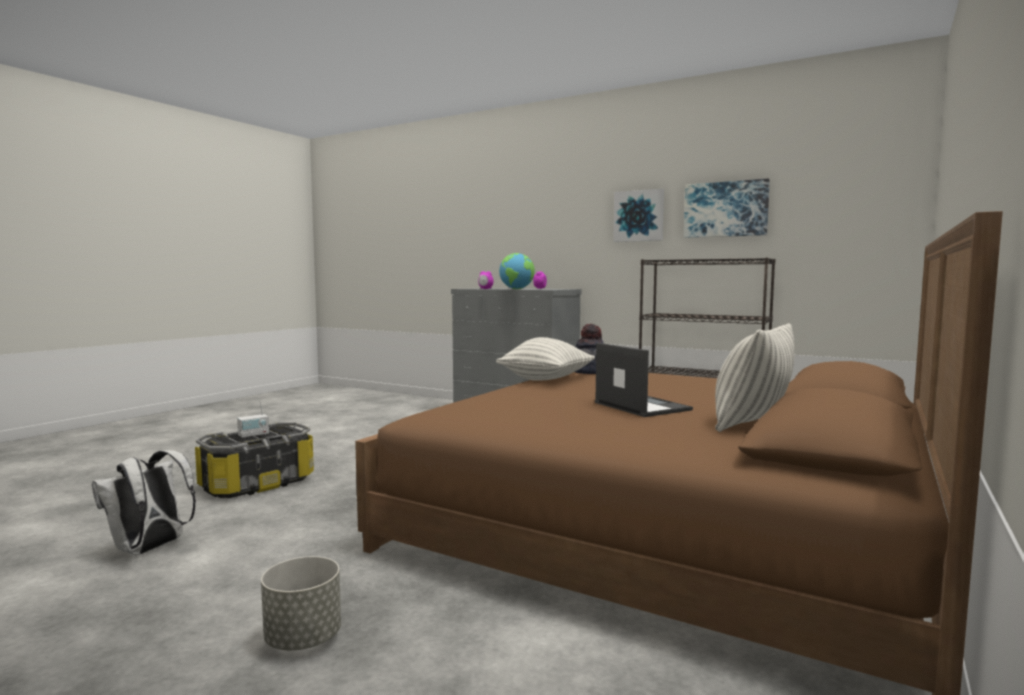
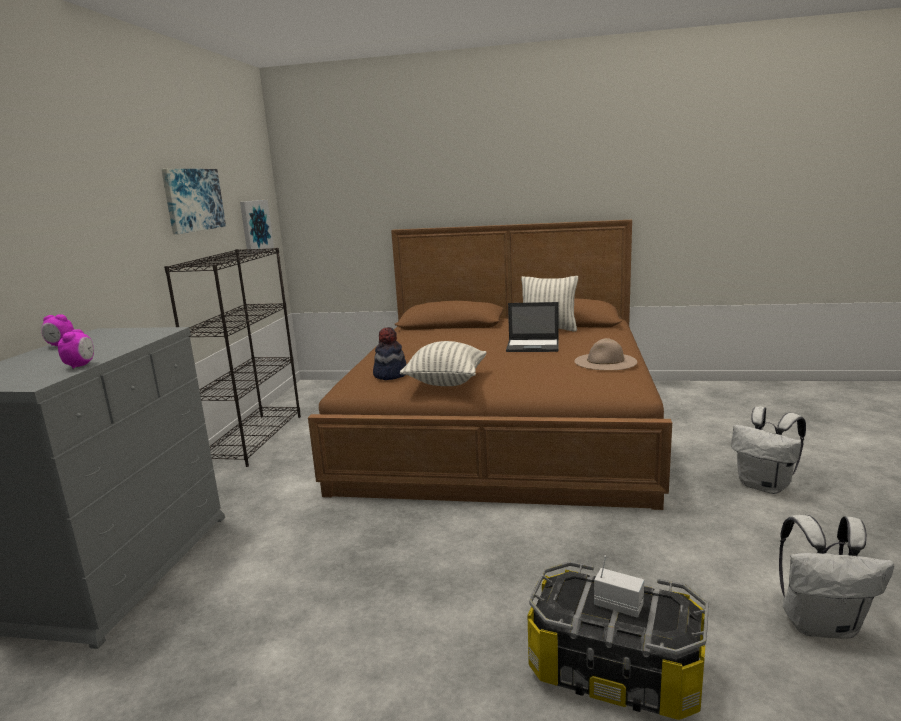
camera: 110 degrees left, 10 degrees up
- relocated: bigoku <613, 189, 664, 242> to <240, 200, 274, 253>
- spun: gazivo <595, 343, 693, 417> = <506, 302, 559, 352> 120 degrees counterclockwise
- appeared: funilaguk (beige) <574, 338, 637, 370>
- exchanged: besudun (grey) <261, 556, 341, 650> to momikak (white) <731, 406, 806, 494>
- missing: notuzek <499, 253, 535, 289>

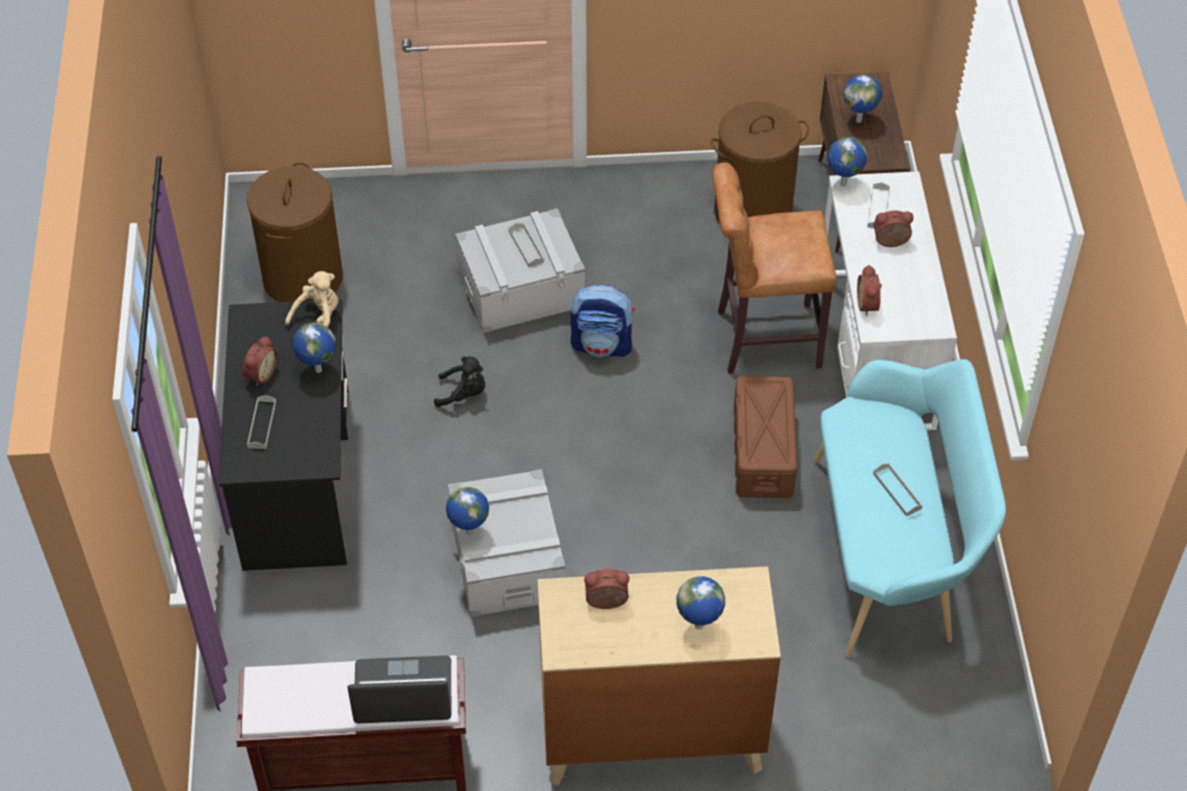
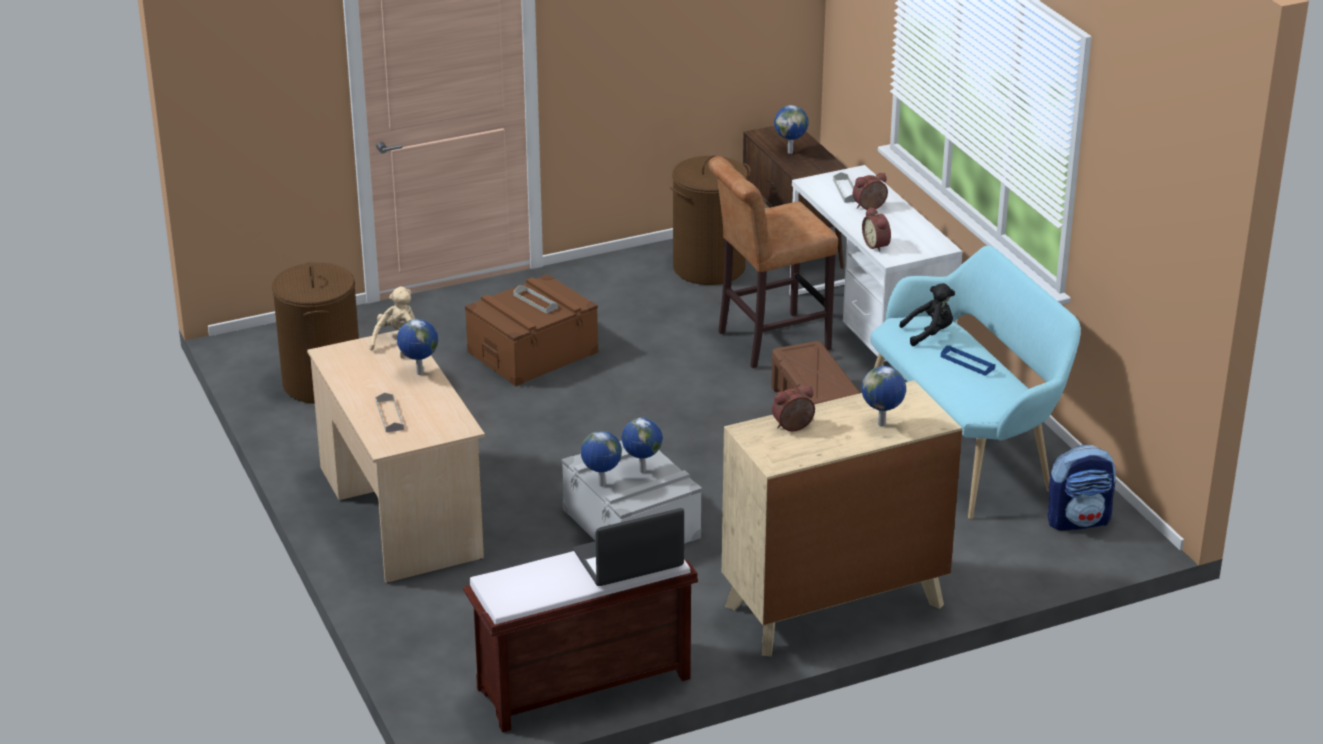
camera: 20 degrees left, 20 degrees down
- colour: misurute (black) <219, 299, 349, 571> to misurute (beige) <307, 330, 485, 583>
- colour: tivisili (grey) <455, 208, 585, 333> to tivisili (brown) <465, 274, 598, 387>
- relocated: notuzek <827, 137, 867, 187> to <622, 417, 663, 473>
- relocated: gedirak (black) <434, 356, 485, 407> to <899, 283, 955, 346>
- colour: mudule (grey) <873, 463, 923, 516> to mudule (blue) <941, 346, 995, 376>
- relocated: momikak <570, 285, 635, 357> to <1048, 445, 1116, 531>
- missing: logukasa <242, 336, 278, 387>

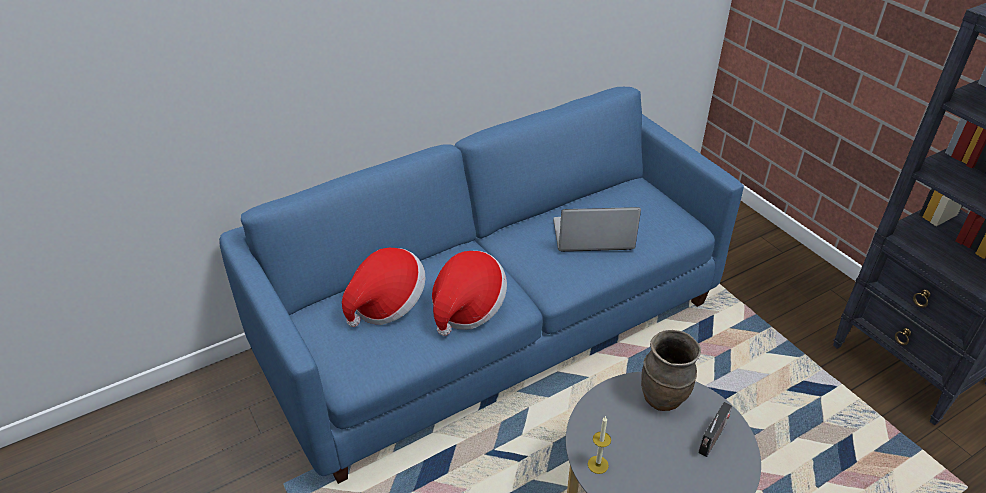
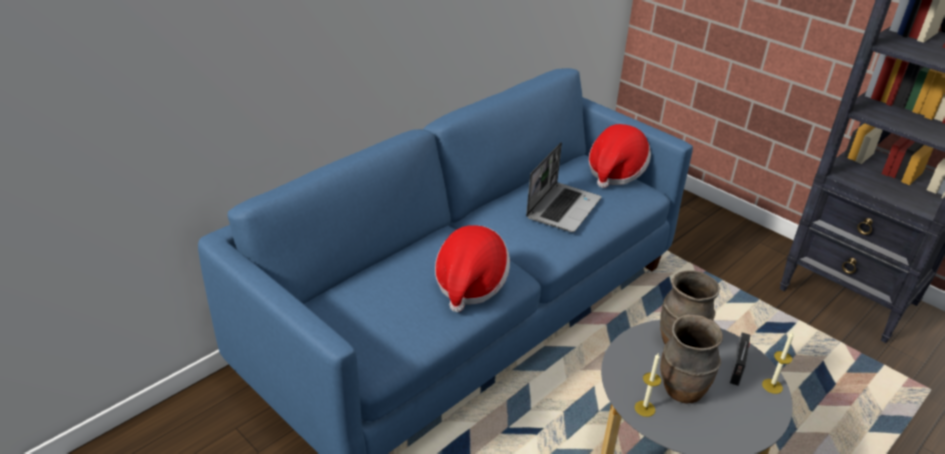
camera: 15 degrees left, 5 degrees down
- spun: gazivo <553, 207, 641, 252> = <526, 142, 601, 232> 135 degrees clockwise
- relocated: funilaguk <342, 248, 425, 327> to <589, 124, 651, 188>
- appeared: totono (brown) <660, 314, 723, 404>
- appeared: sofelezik <762, 332, 794, 394>

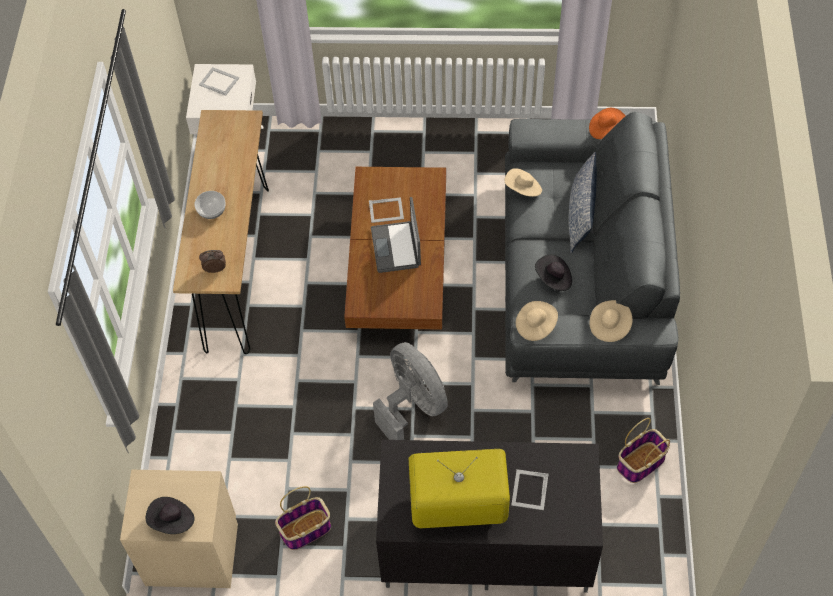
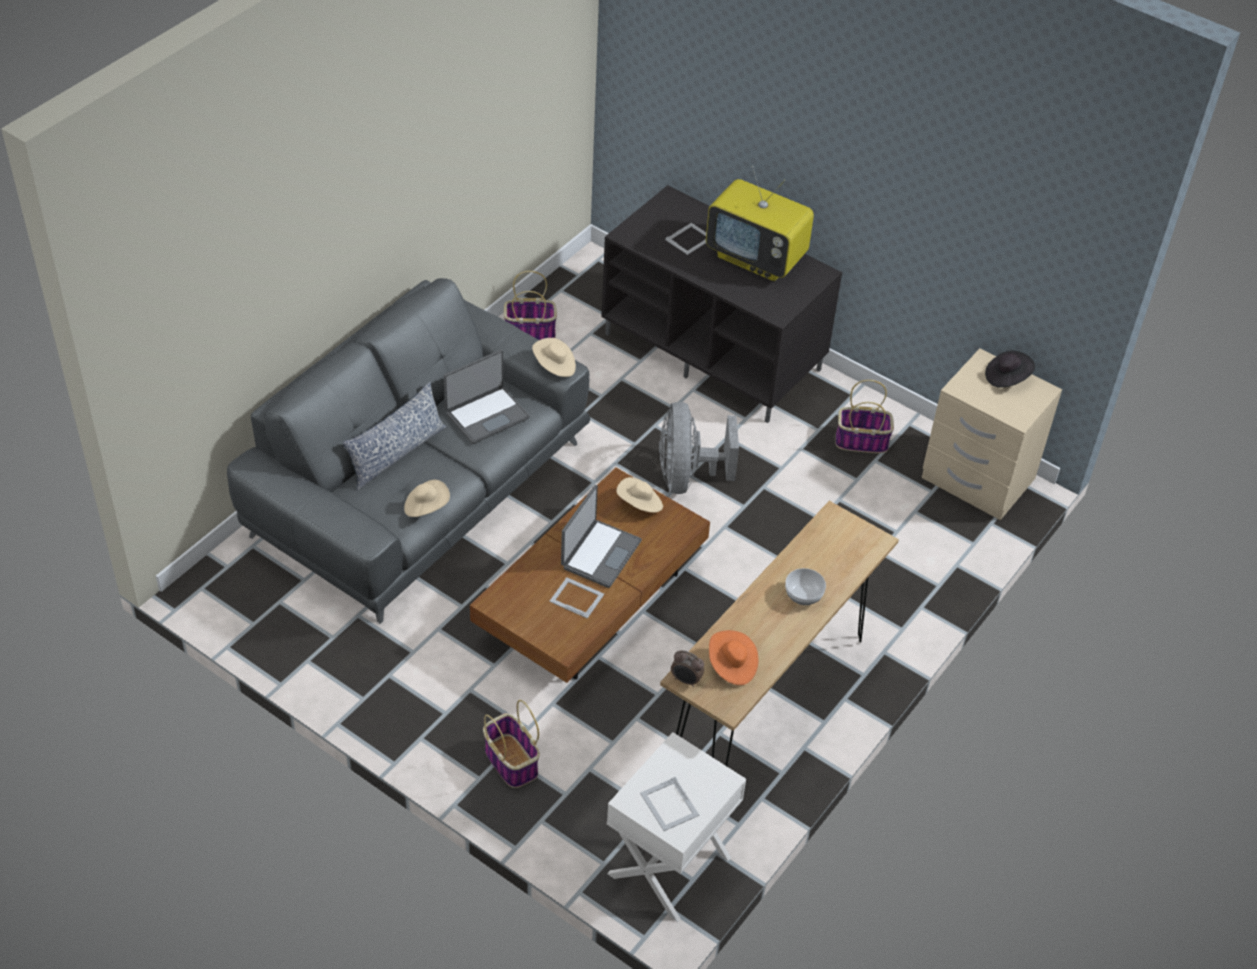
camera: 150 degrees left, 10 degrees down
- exchanged: funilaguk (black) <535, 254, 572, 291> to gazivo <444, 350, 530, 444>
- appeared: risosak <483, 700, 540, 788>
- relocated: funilaguk (beige) <590, 300, 633, 342> to <616, 477, 663, 513>
- relocated: logukasa <199, 250, 226, 273> to <671, 650, 704, 687>
- relocated: funilaguk (orange) <589, 108, 626, 139> to <709, 630, 758, 685>

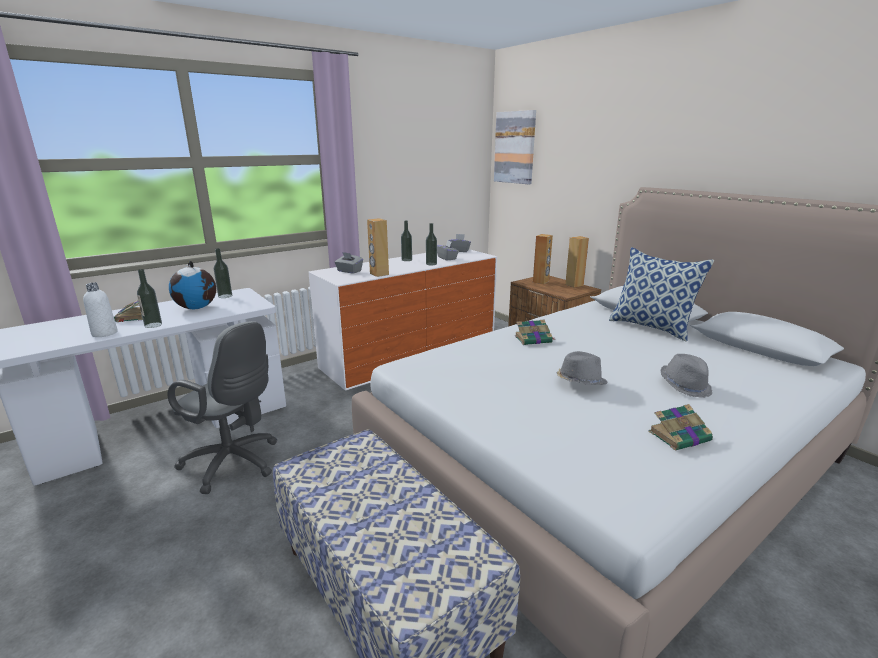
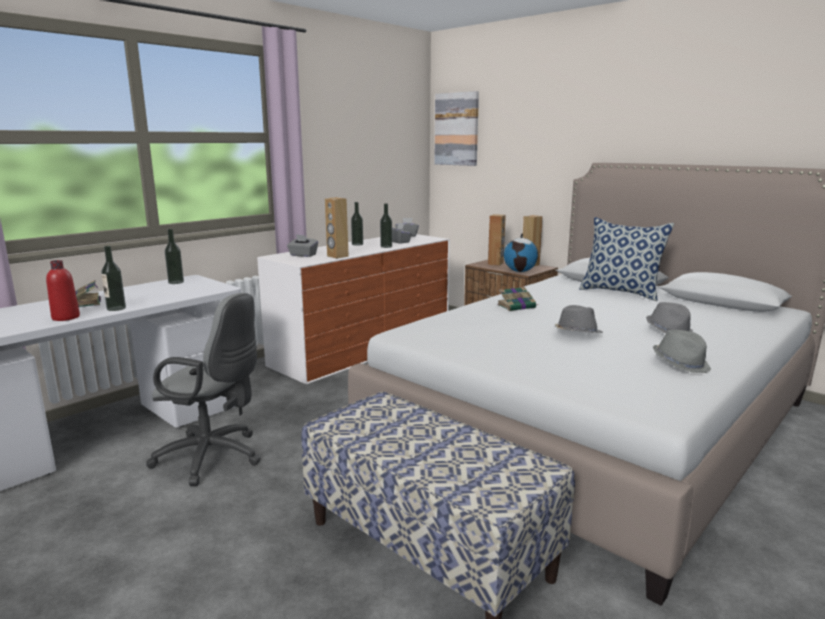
camera: 10 degrees left, 5 degrees down
- colour: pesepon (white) <83, 283, 117, 337> to pesepon (red) <46, 260, 80, 321>
- relocated: notuzek <169, 261, 216, 309> to <504, 233, 538, 272>
- exchanged: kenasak <648, 404, 713, 451> to funilaguk (grey) <653, 330, 711, 373>

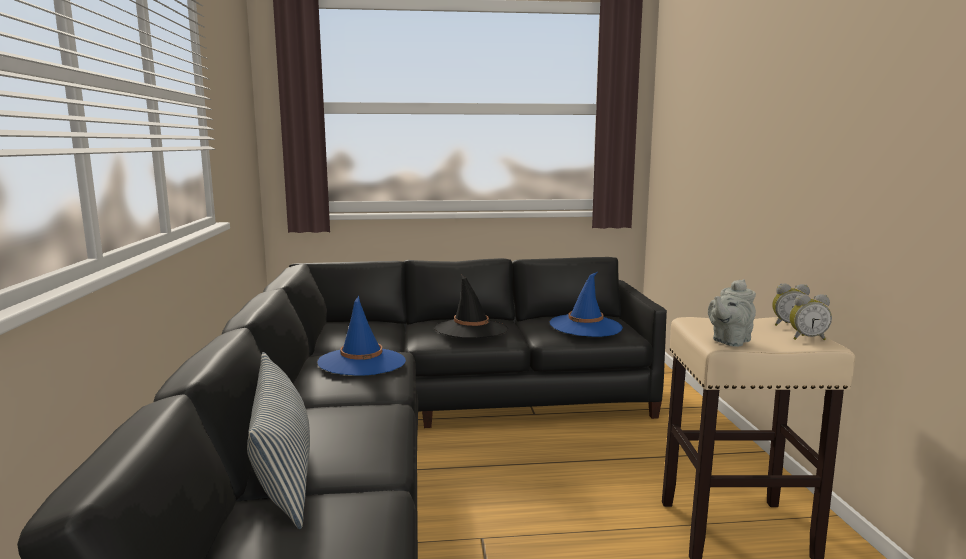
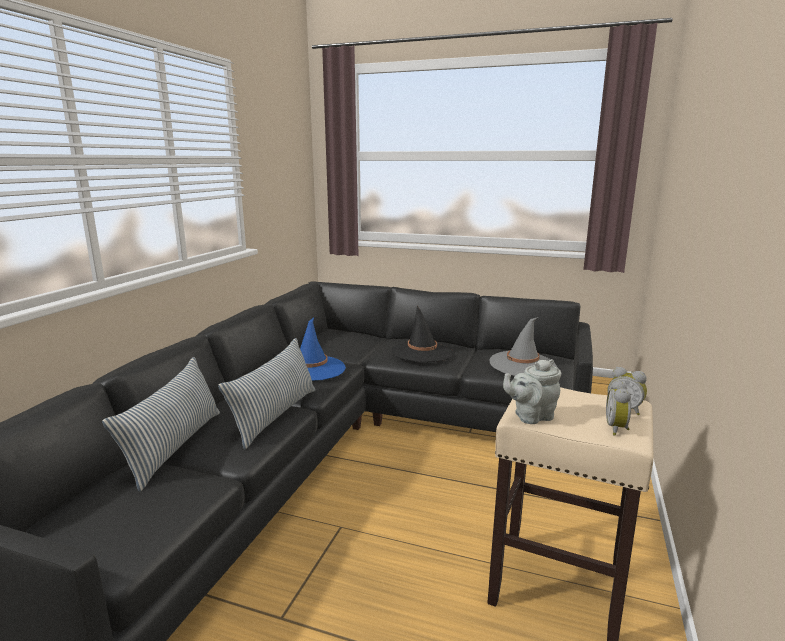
camera: 25 degrees right, 5 degrees up
- appeared: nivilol <218, 338, 315, 449>
- colour: funilaguk (blue) <550, 272, 623, 337> to funilaguk (grey) <490, 317, 557, 376>
- spun: logukasa <789, 294, 832, 340> = <606, 380, 631, 436> 75 degrees clockwise

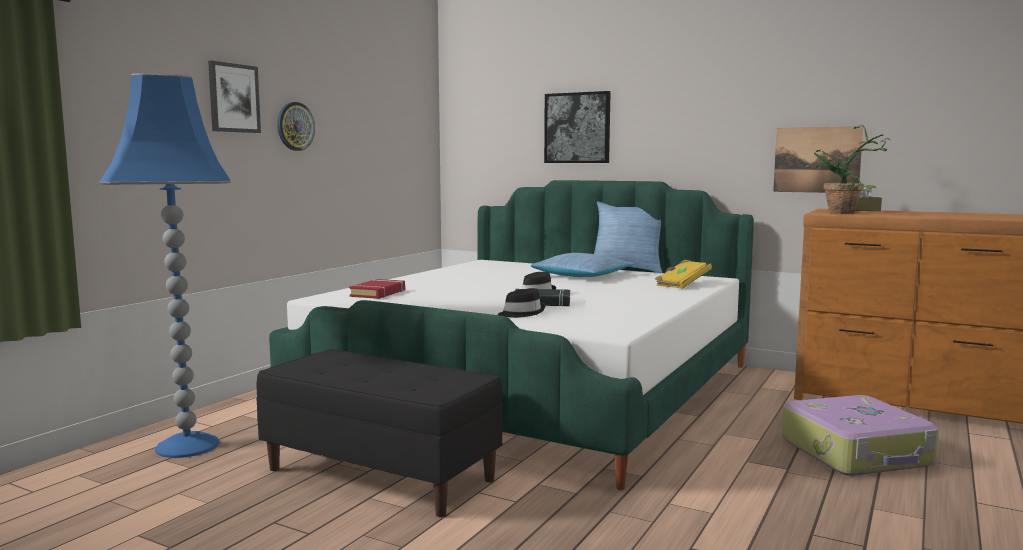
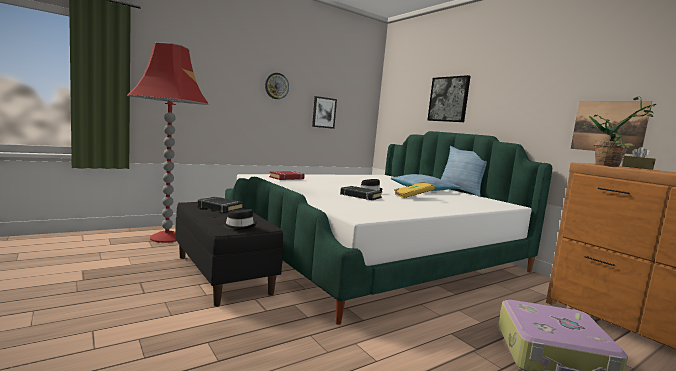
camera: 25 degrees right, 0 degrees up
- colour: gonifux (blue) <99, 73, 231, 458> to gonifux (red) <127, 42, 209, 243>
- appeared: kenasak (black) <198, 197, 244, 213>
- relocated: funilaguk (black) <498, 288, 546, 318> to <221, 209, 257, 230>
- relocated: bigoku <208, 61, 261, 133> to <312, 96, 337, 129>
- relocated: kenasak (yellow) <655, 260, 712, 289> to <394, 181, 435, 198>

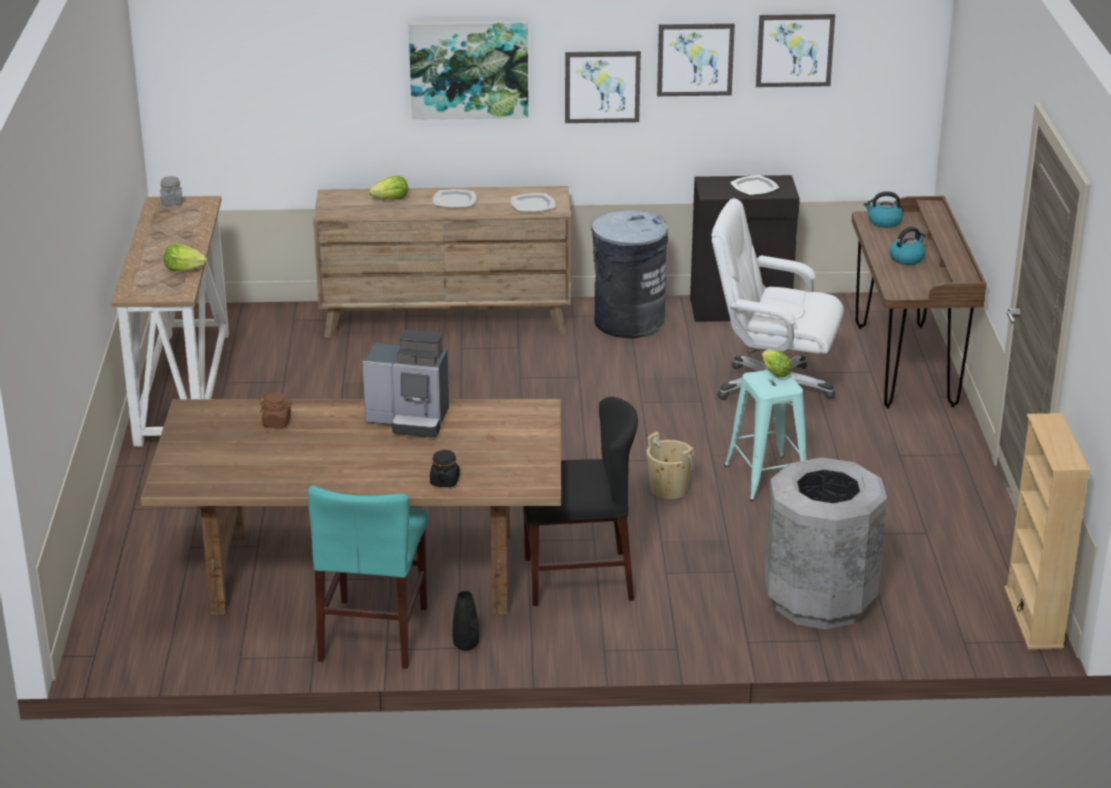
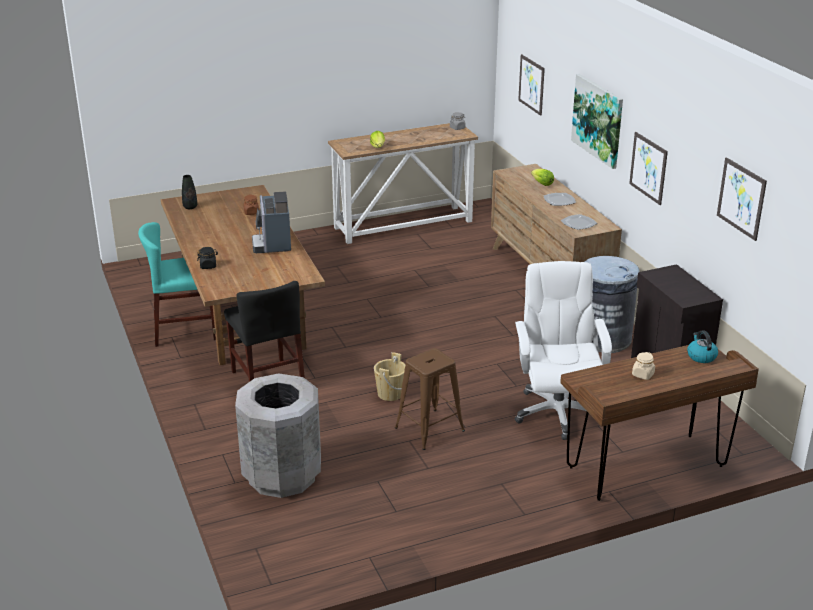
camera: 70 degrees right, 0 degrees up
- relocated: totono (black) <453, 591, 479, 651> to <182, 175, 197, 209>
- colour: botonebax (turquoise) <724, 370, 807, 501> to botonebax (brown) <395, 348, 465, 450>
- relocated: bigoku <657, 23, 735, 96> to <518, 54, 545, 116>
- exchanged: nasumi <889, 227, 926, 265> to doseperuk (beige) <632, 352, 655, 380>
- missing: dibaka <730, 175, 779, 195>
- missing: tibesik <762, 350, 792, 378>
- missing: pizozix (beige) <1004, 413, 1090, 649>

